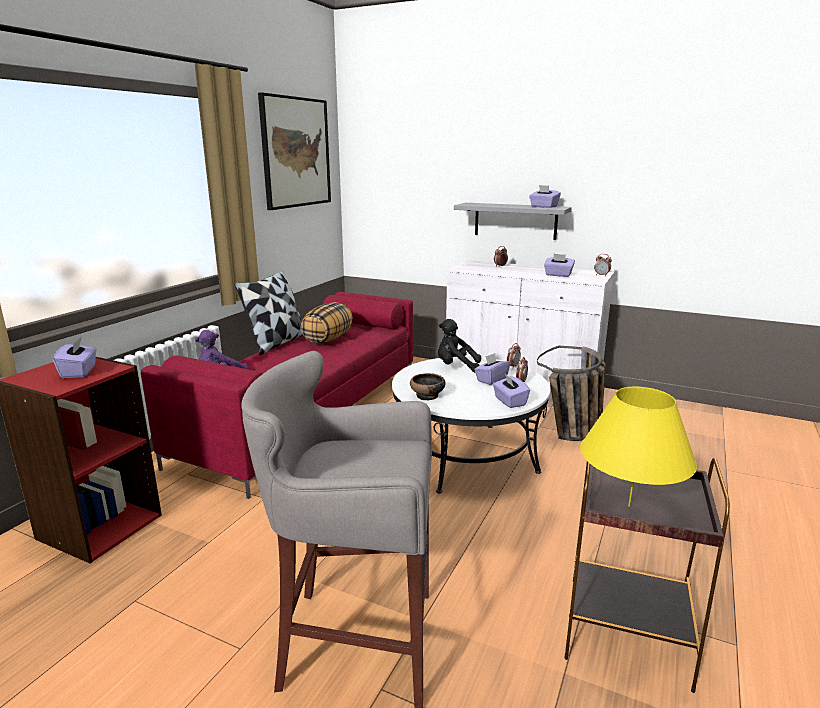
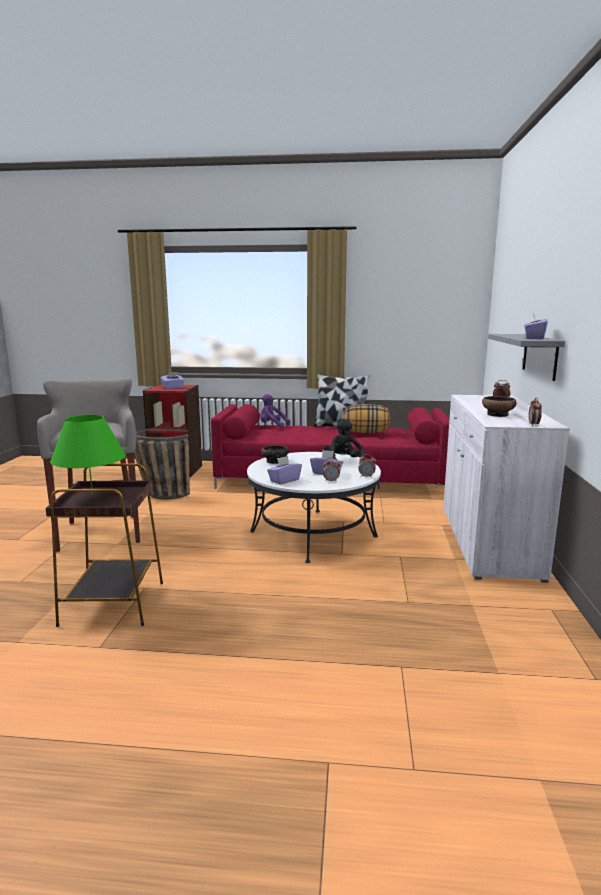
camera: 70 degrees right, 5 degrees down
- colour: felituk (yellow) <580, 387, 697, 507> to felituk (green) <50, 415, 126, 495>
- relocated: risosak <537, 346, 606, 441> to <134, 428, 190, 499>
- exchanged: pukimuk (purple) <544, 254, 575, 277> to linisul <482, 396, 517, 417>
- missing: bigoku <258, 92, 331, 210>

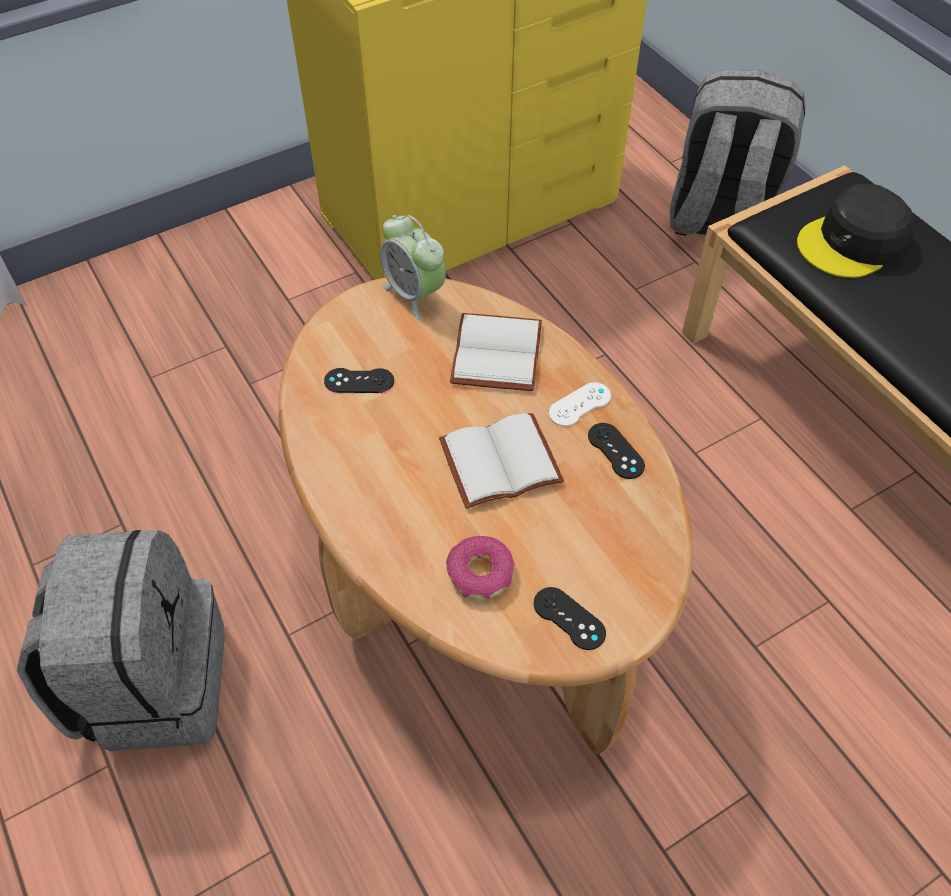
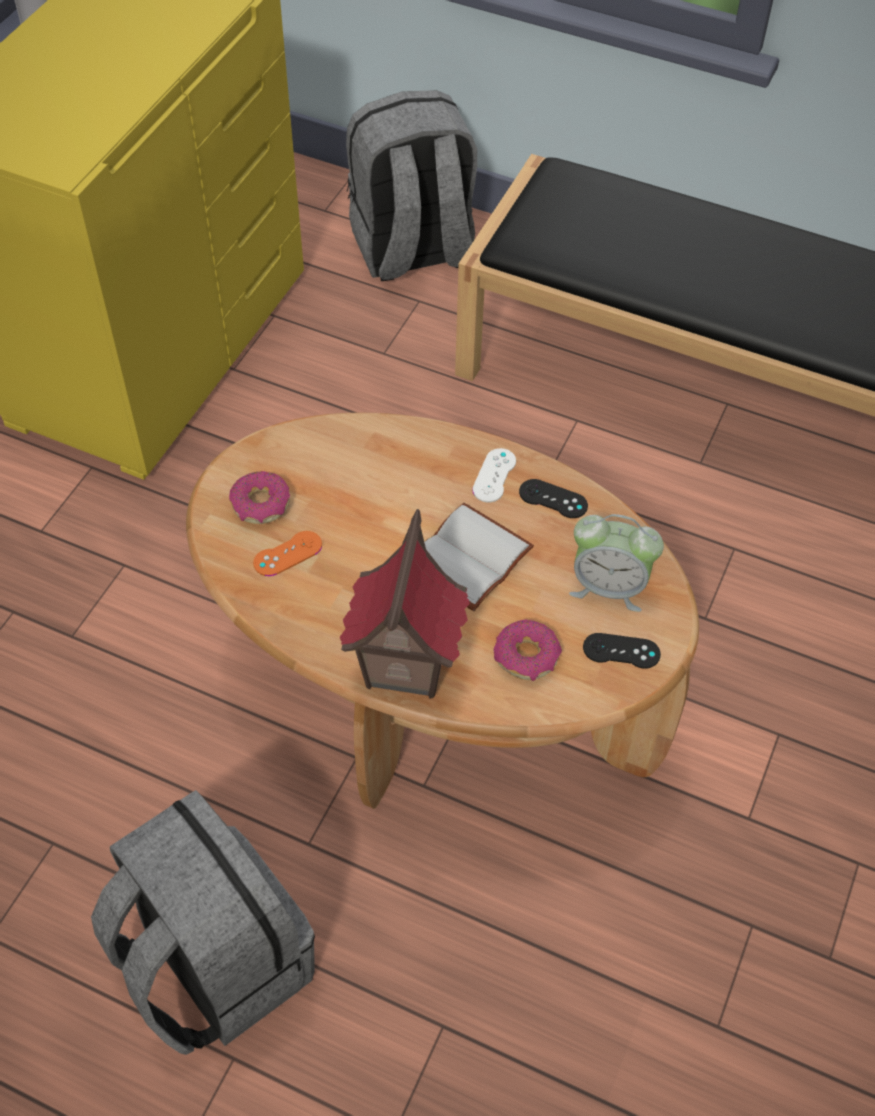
camera: 35 degrees left, 0 degrees up
- appeared: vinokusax <229, 471, 290, 524>
- colour: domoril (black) <324, 368, 394, 393> to domoril (orange) <253, 531, 322, 576>
- appeared: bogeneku <340, 509, 470, 699>
- relocated: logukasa <380, 215, 446, 320> to <569, 514, 664, 612>
- missing: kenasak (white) <450, 313, 542, 391>
- missing: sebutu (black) <797, 184, 914, 278>

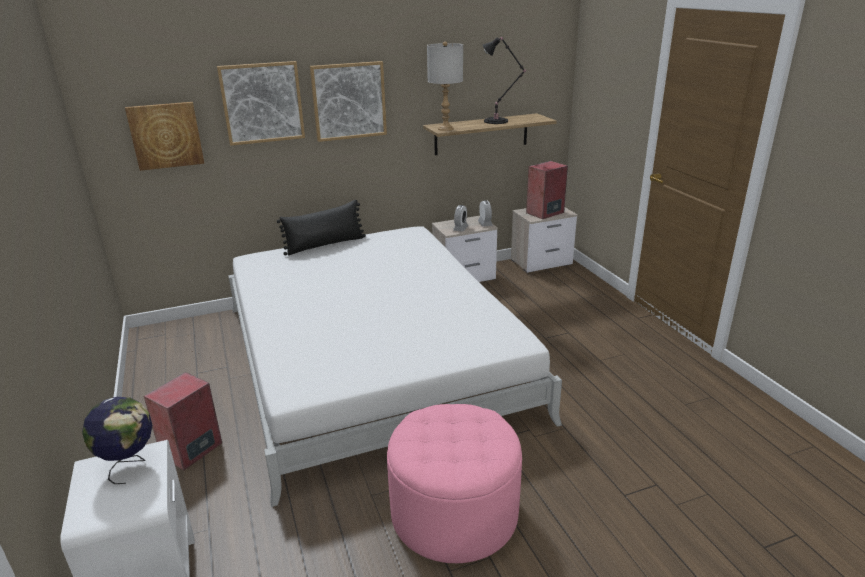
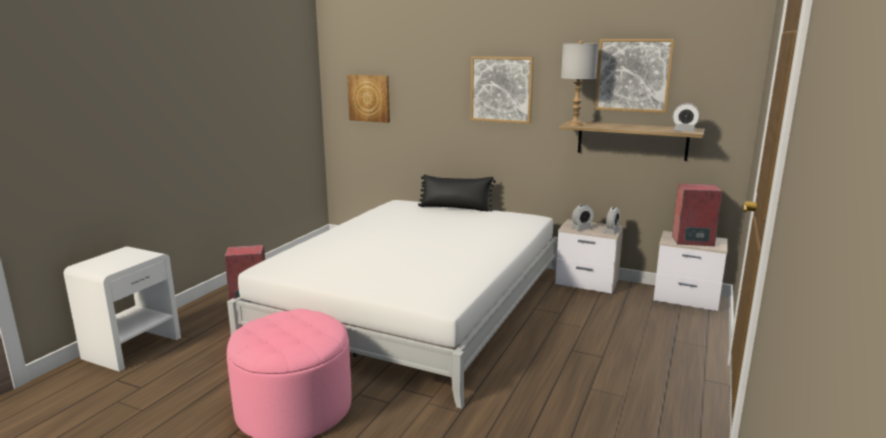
camera: 45 degrees right, 10 degrees down
- relocated: bigoku <217, 61, 305, 146> to <595, 39, 675, 113>
- appeared: logukasa <673, 103, 700, 132>
- missing: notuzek <82, 397, 152, 484>
- missing: felituk (black) <483, 37, 527, 124>

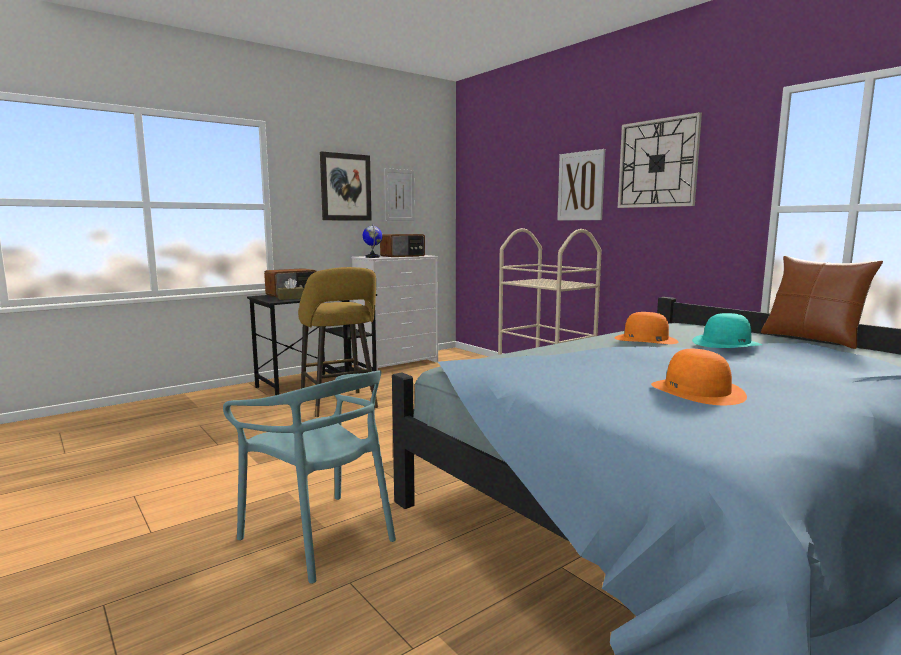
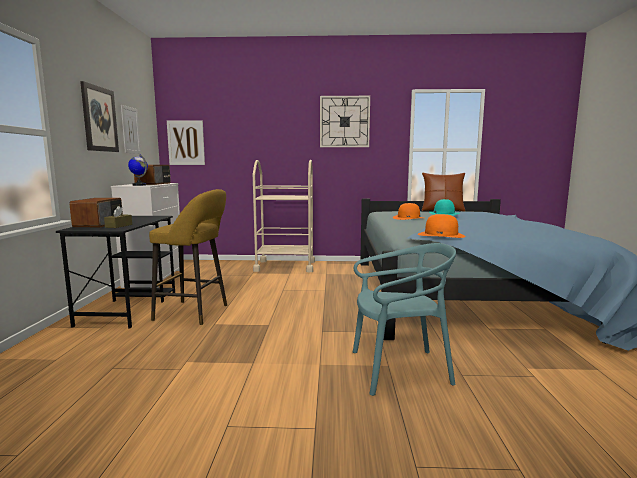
camera: 50 degrees left, 0 degrees up
- relocated: bigoku <557, 149, 605, 220> to <167, 120, 205, 165>
- relocated: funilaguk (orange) <651, 349, 747, 405> to <418, 214, 466, 238>

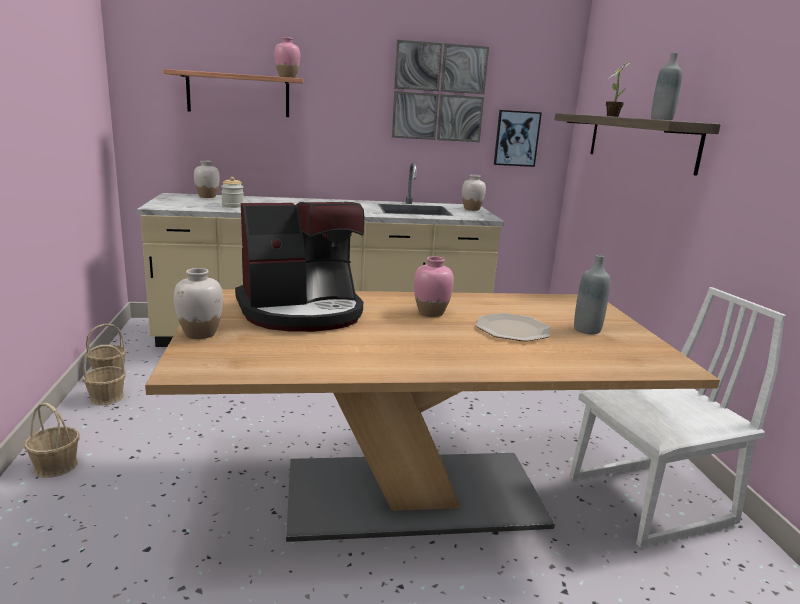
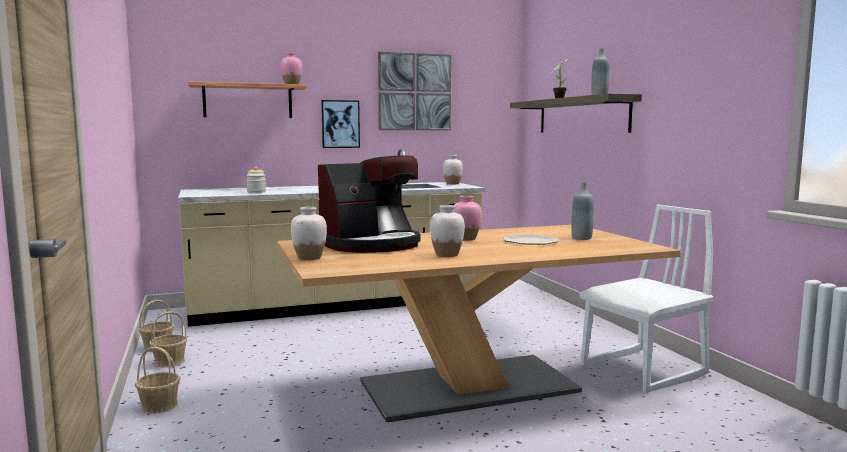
camera: 10 degrees left, 10 degrees down
- relocated: bigoku <494, 110, 542, 167> to <321, 100, 360, 148>
- relocated: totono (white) <194, 160, 220, 198> to <430, 205, 465, 257>

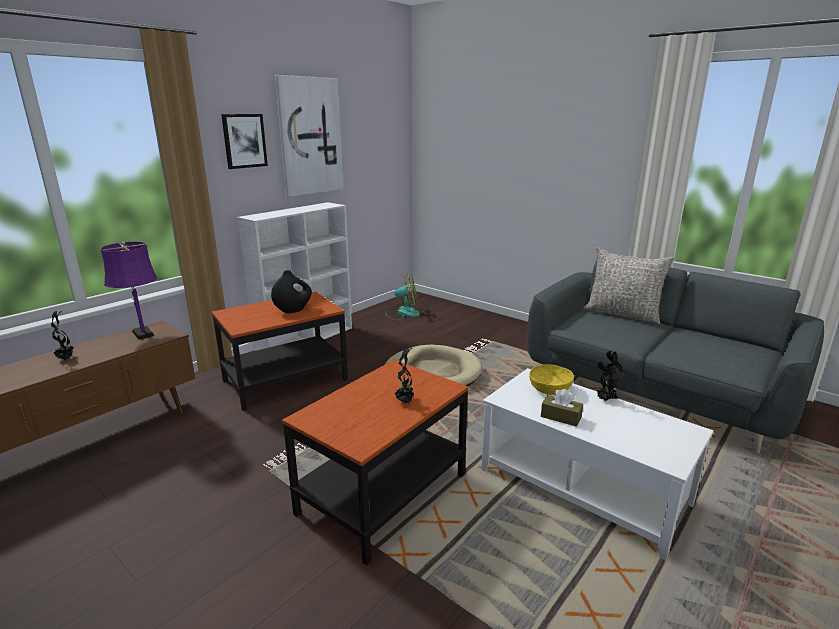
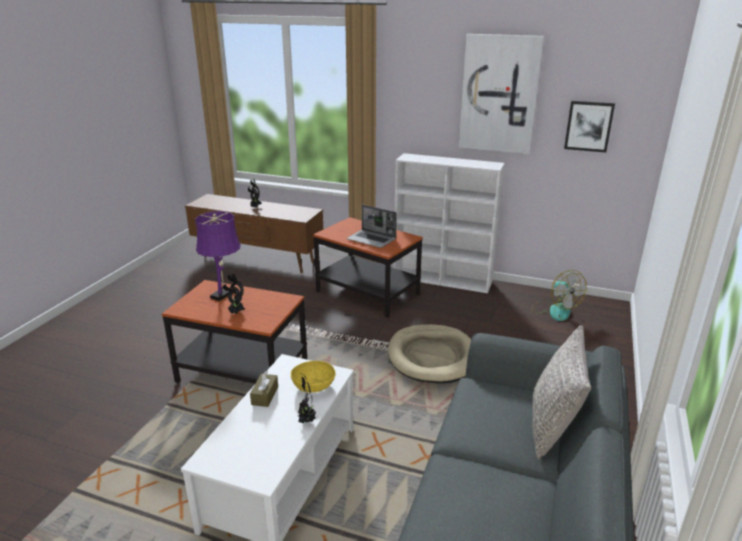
camera: 70 degrees right, 5 degrees up
- relocated: felituk (purple) <100, 241, 157, 340> to <195, 211, 241, 301>
- exchanged: totono (black) <271, 270, 312, 313> to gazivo <347, 205, 397, 248>
- relocated: bigoku <221, 114, 268, 169> to <564, 101, 615, 153>

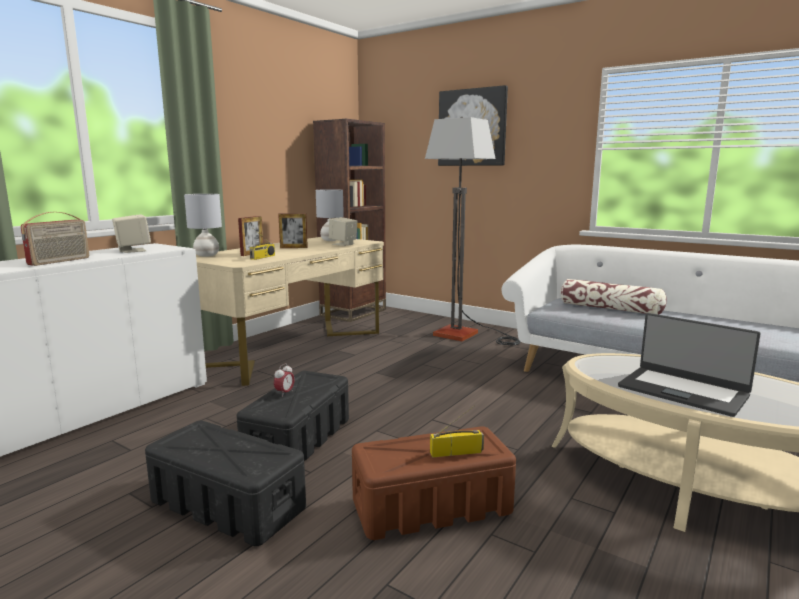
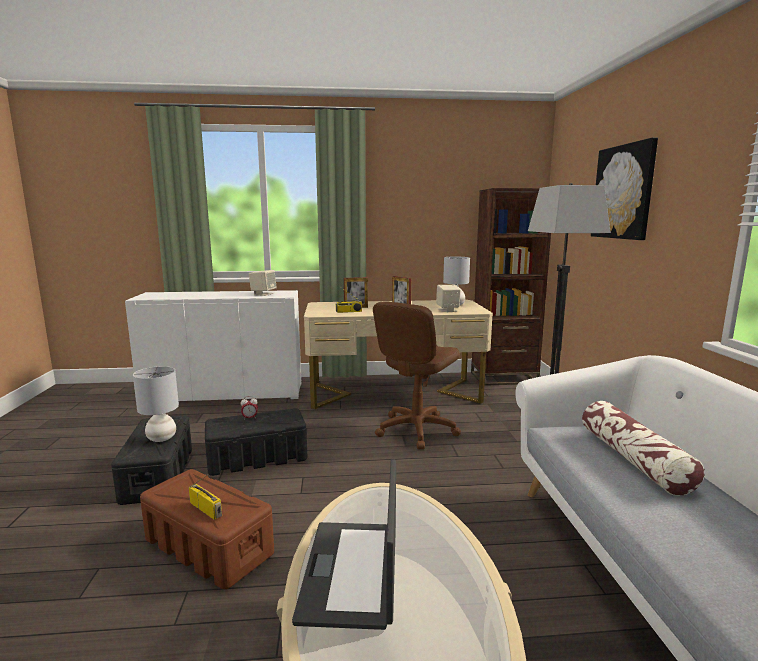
camera: 50 degrees right, 0 degrees up
- relocated: felituk (grey) <184, 194, 222, 257> to <133, 366, 179, 442>
- appeared: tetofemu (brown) <373, 301, 461, 449>
- missing: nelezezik <21, 212, 89, 266>

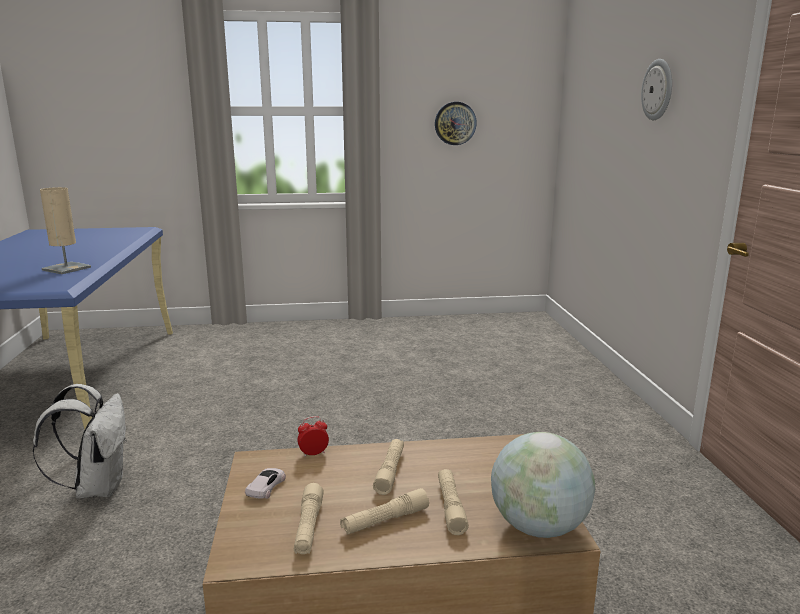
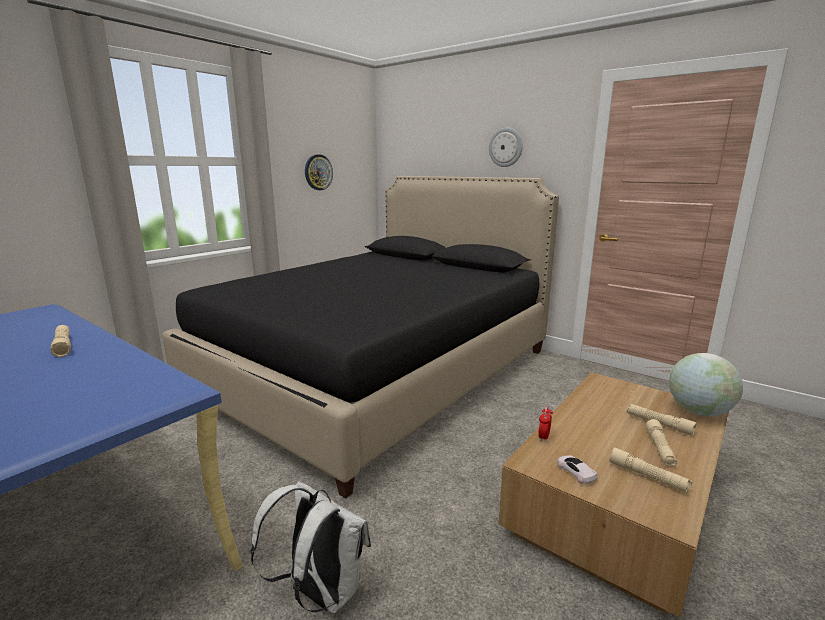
camera: 45 degrees left, 0 degrees up
- relocated: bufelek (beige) <373, 439, 404, 495> to <50, 325, 71, 357>
- appeared: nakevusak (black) <162, 176, 559, 499>
- missing: felituk (beige) <40, 187, 91, 274>

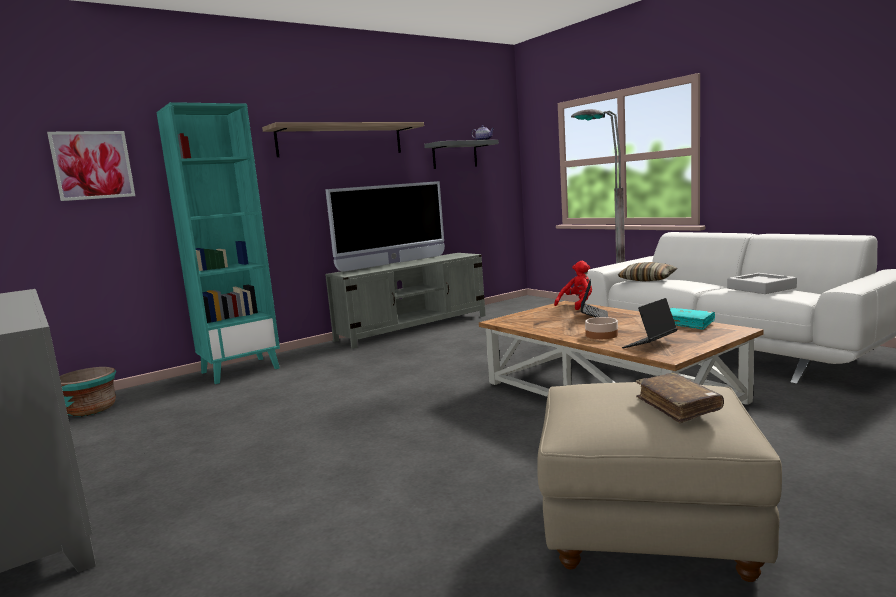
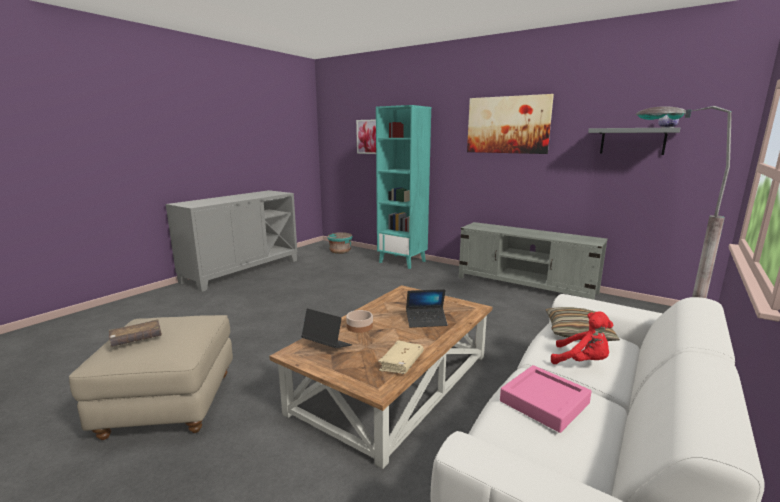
camera: 70 degrees right, 5 degrees up
- colour: kenasak (turquoise) <670, 308, 715, 330> to kenasak (beige) <378, 340, 423, 374>
- exchanged: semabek <262, 122, 424, 157> to bigoku <467, 94, 554, 154>
- colour: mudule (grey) <727, 273, 797, 294> to mudule (pink) <500, 365, 592, 433>
- relocated: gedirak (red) <554, 261, 592, 310> to <551, 312, 613, 364>
- missing: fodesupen <325, 181, 445, 272>

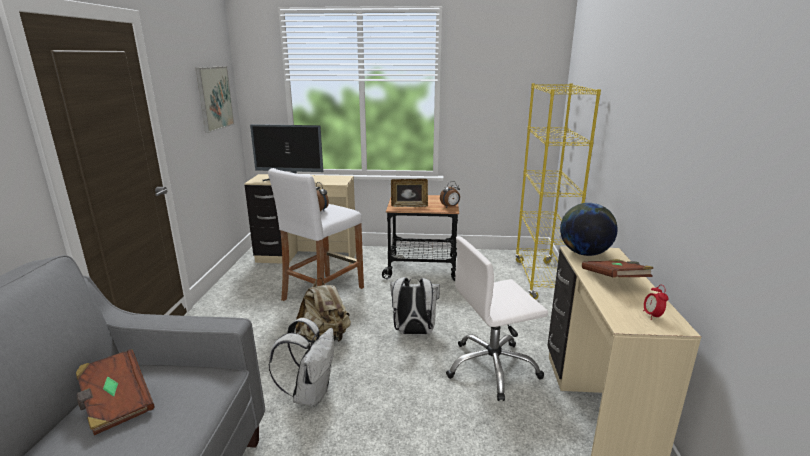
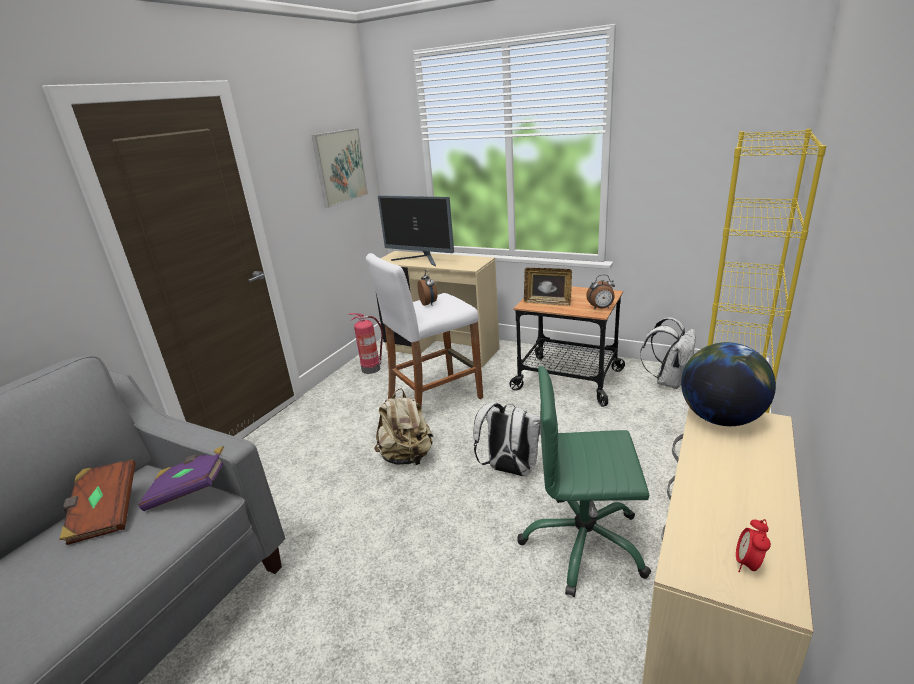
camera: 25 degrees right, 5 degrees up
- appeared: kenasak (purple) <138, 446, 224, 511>
- appeared: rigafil <349, 313, 383, 374>
- colour: tetofemu (white) <446, 236, 548, 401> to tetofemu (green) <518, 366, 651, 597>
- relocated: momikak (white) <269, 318, 334, 407> to <640, 317, 696, 389>
- missing: kenasak (brown) <582, 259, 653, 278>

